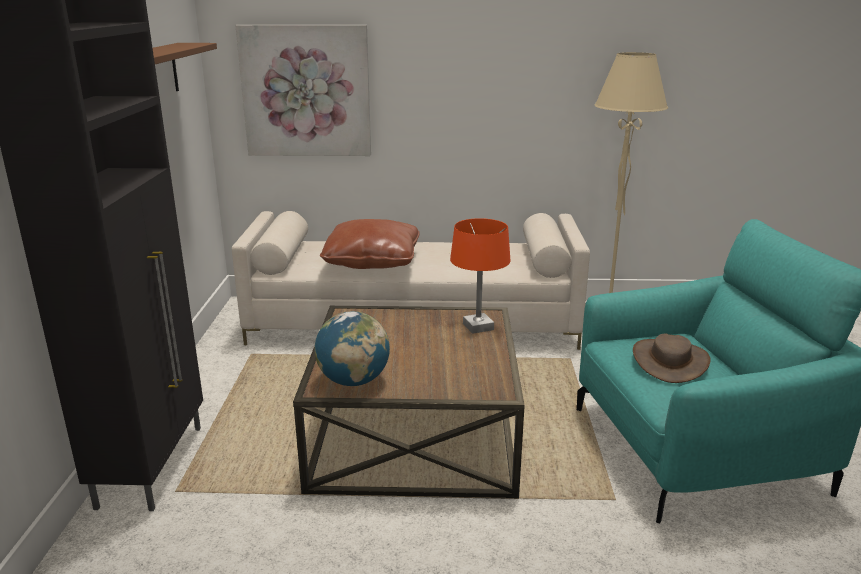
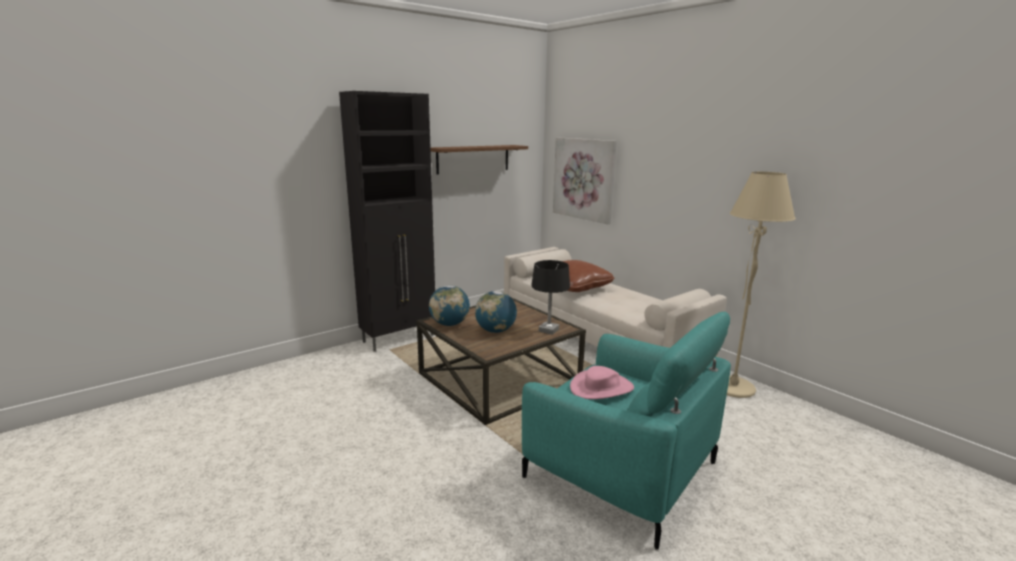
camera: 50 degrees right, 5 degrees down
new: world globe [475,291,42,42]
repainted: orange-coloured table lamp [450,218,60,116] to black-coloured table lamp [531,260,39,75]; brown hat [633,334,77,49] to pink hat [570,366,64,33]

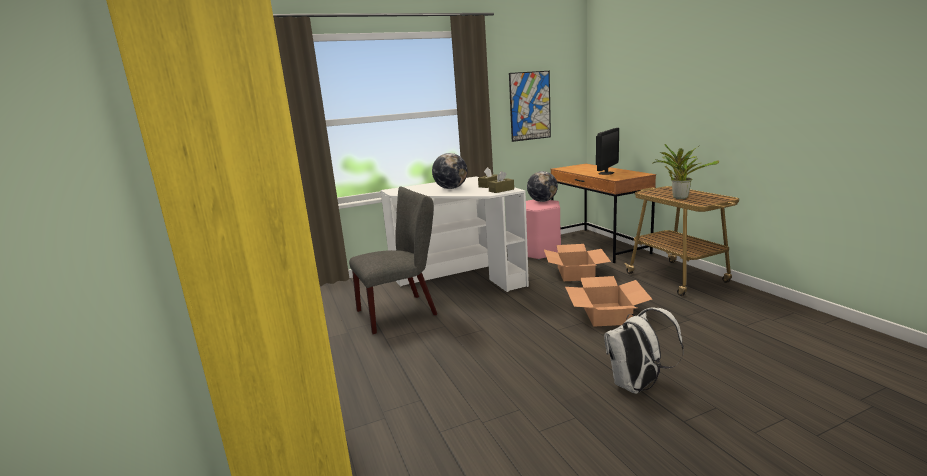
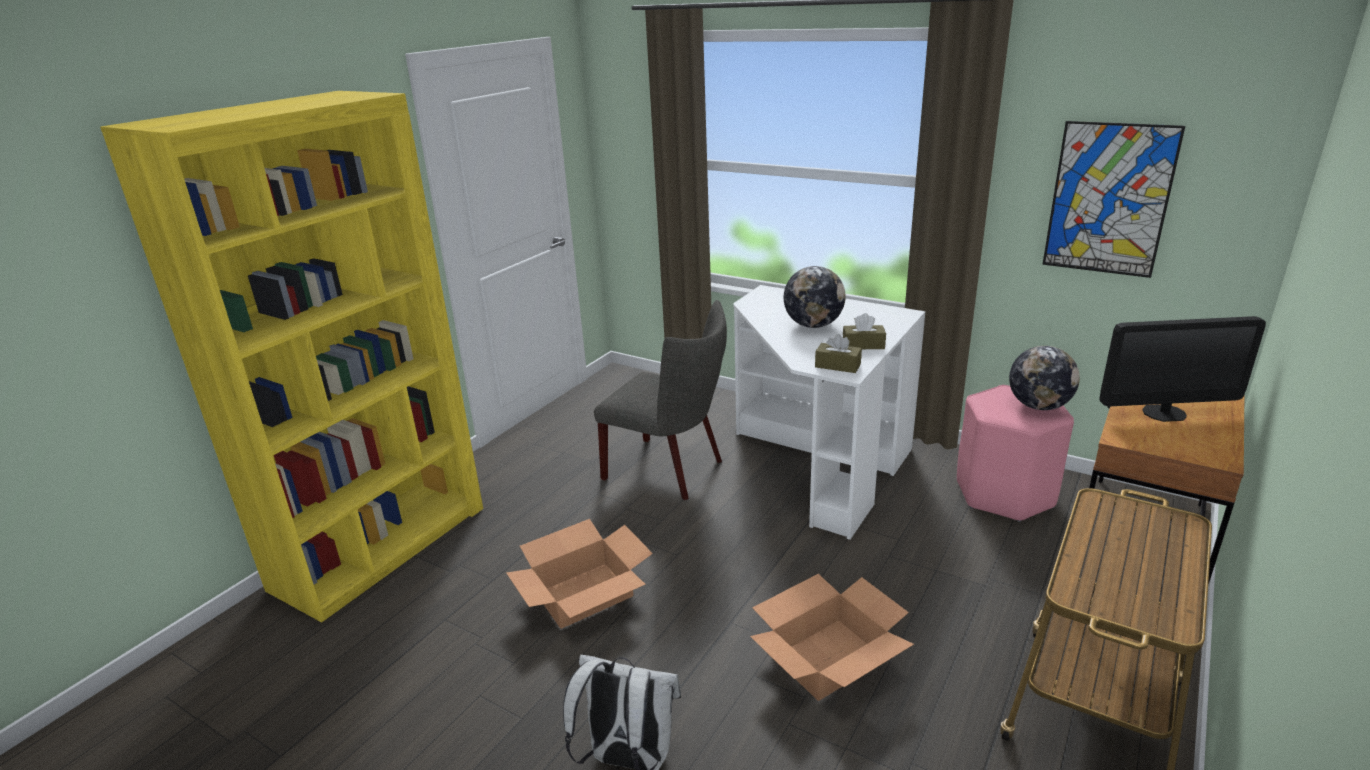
camera: 55 degrees right, 10 degrees up
gone: potted plant [652,144,67,55]
shifted: packing box [544,244,67,37] to [506,519,147,110]

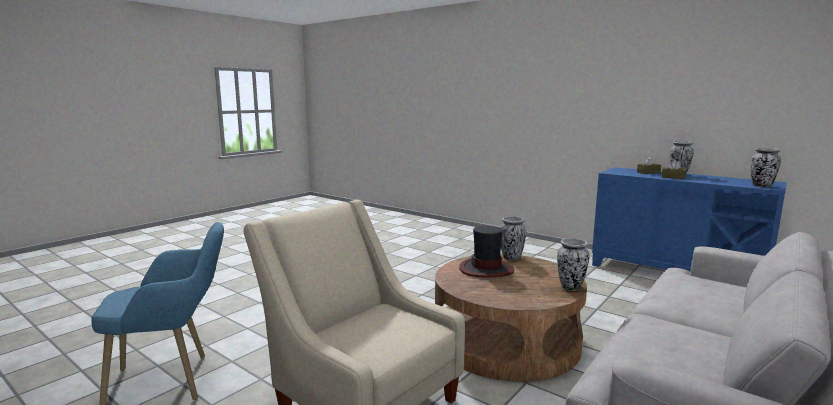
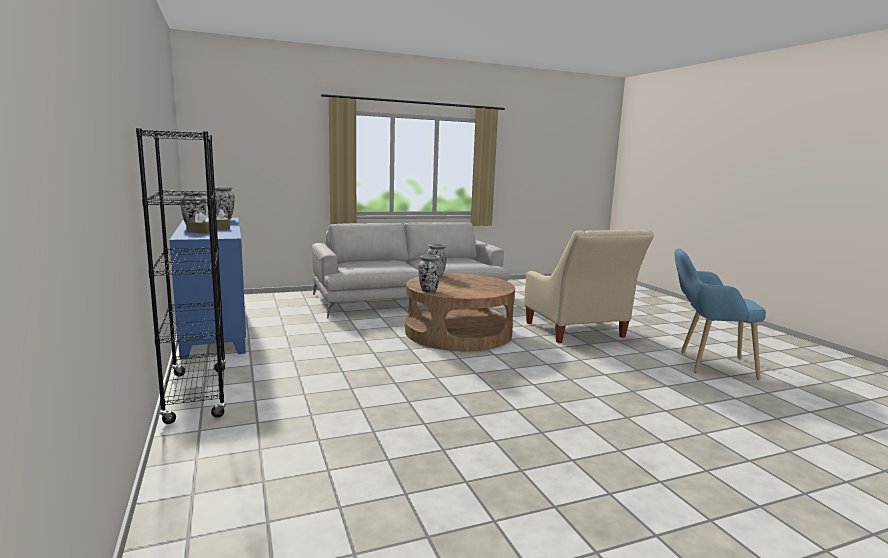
camera: 150 degrees left, 0 degrees up
gone: hat [459,226,56,51]
new: black-coloured bookshelf [136,128,91,296]

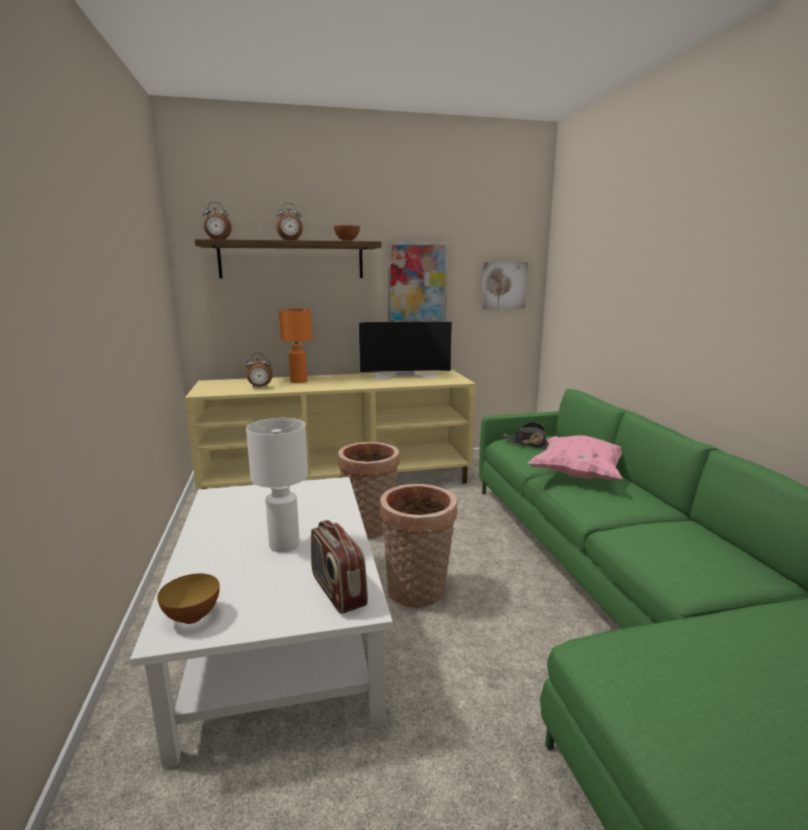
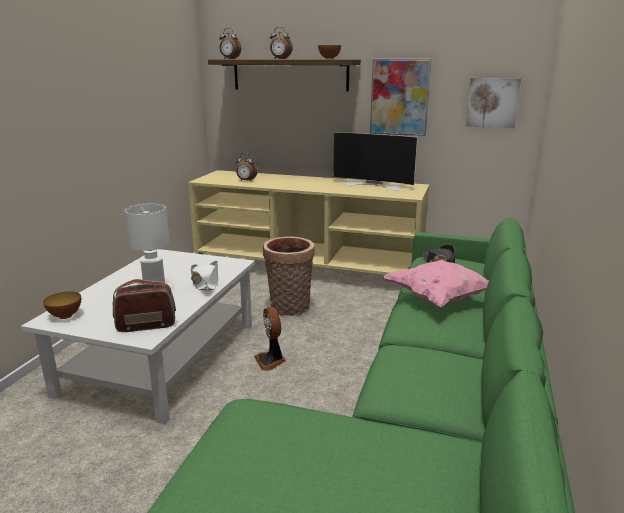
camera: 30 degrees right, 5 degrees up
gone: orange-coloured table lamp [279,309,33,74]
new: white-coloured hat [191,261,27,30]
swapped: storage basket [380,484,77,124] to cooling fan [254,307,32,64]
rotated: radio receiver [311,520,57,94] = [113,279,63,53] 75 degrees clockwise

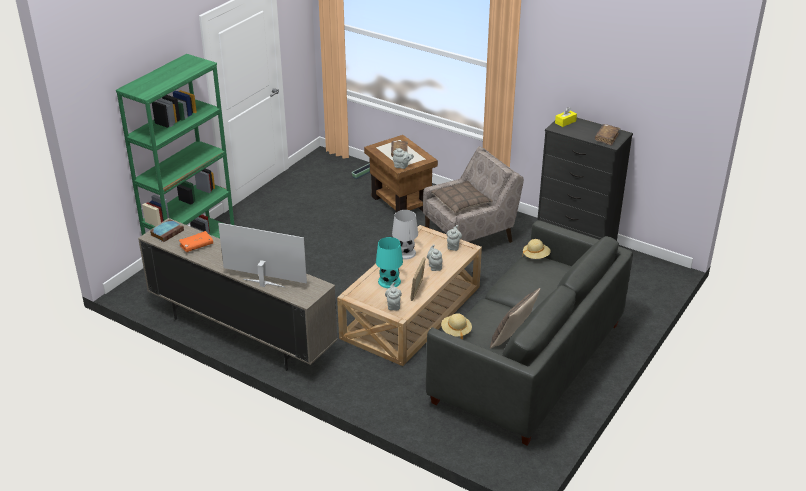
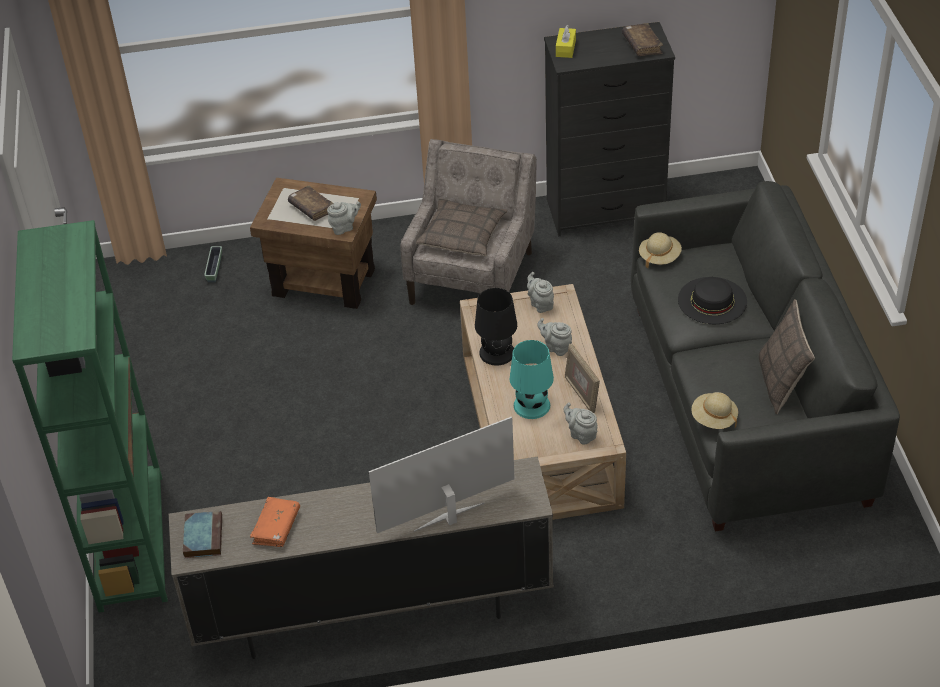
camera: 40 degrees left, 10 degrees up
new: black-coloured hat [678,277,69,47]
repainted: white-coloured table lamp [392,210,26,49] to black-coloured table lamp [475,288,42,78]

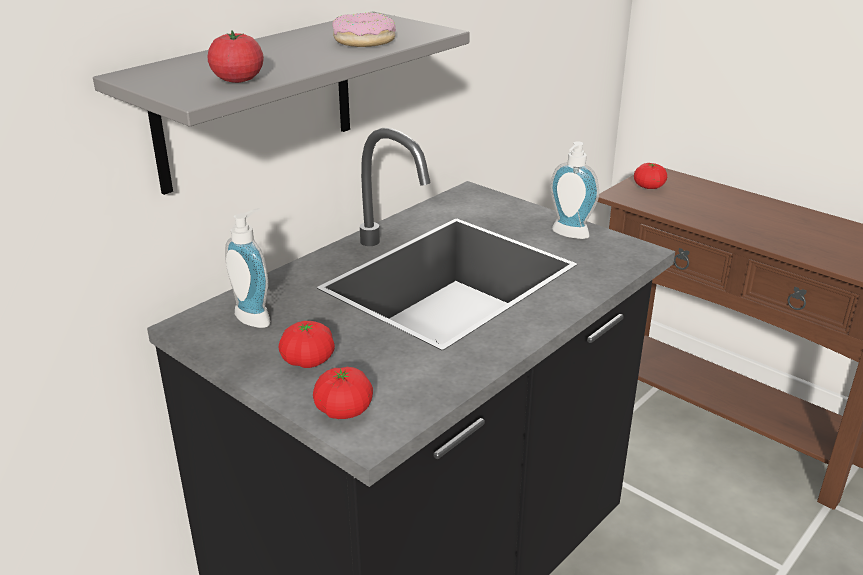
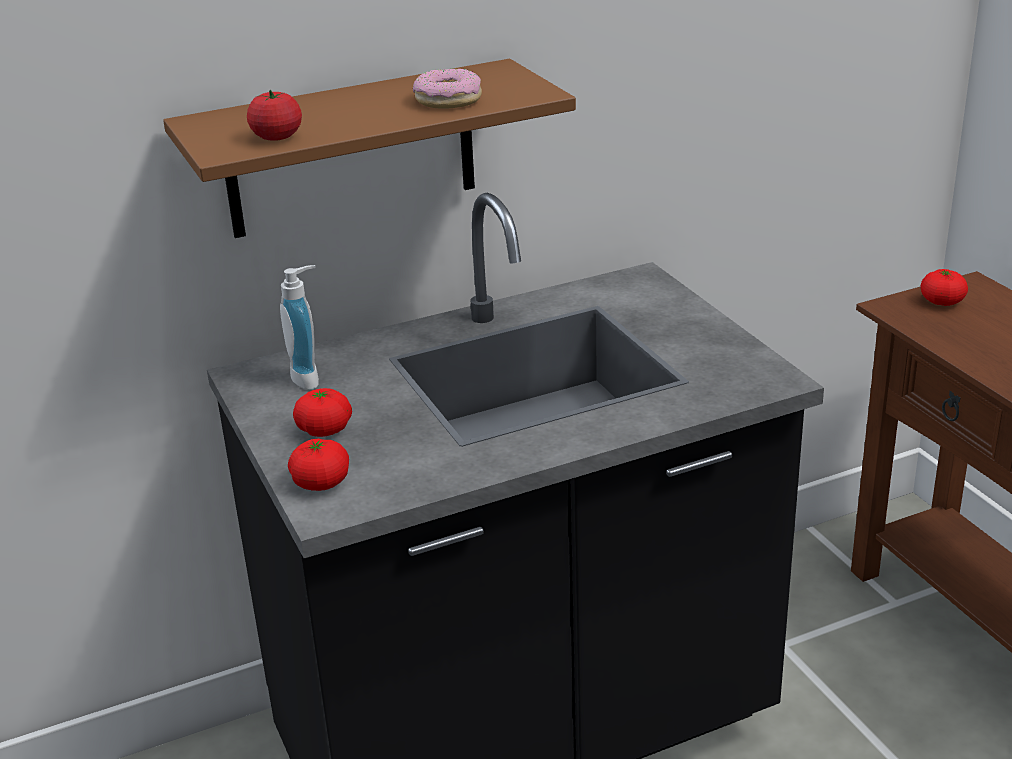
camera: 25 degrees right, 0 degrees up
gone: soap bottle [550,141,49,98]
repainted: grey shelf [93,11,377,184] to brown shelf [163,59,413,179]

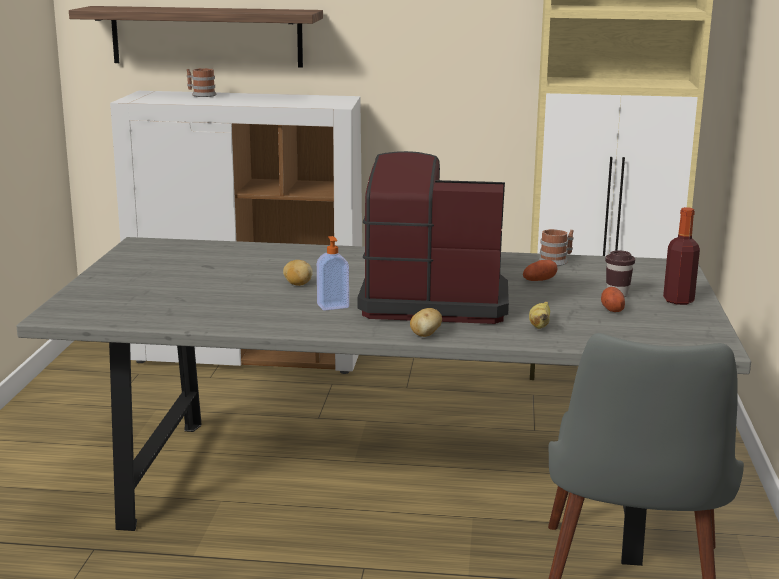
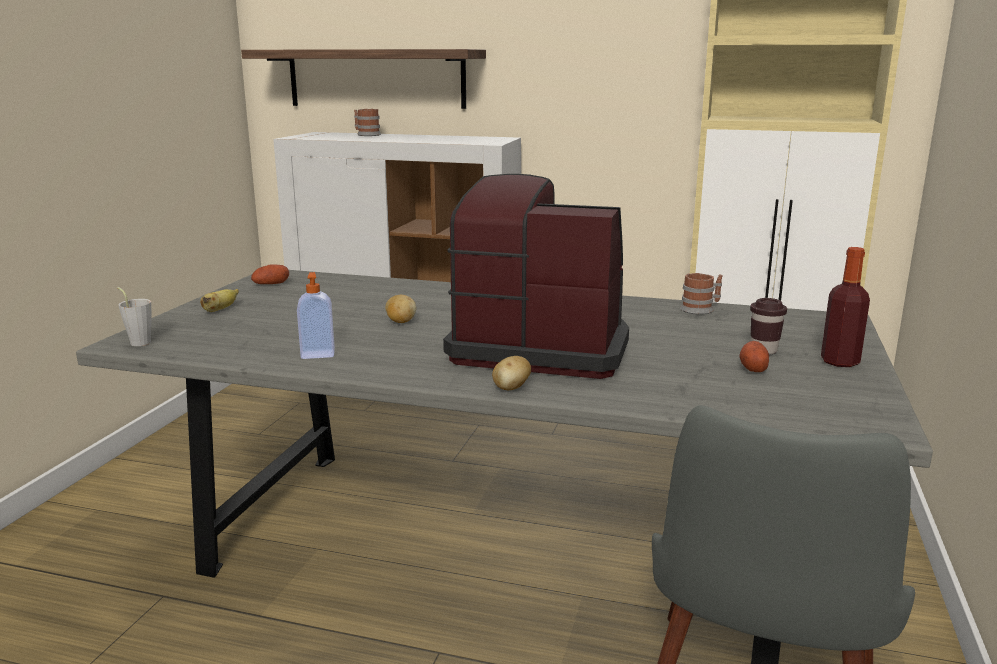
camera: 10 degrees right, 0 degrees up
new: grey small cup [117,287,34,59]
shifted: soap bottle [317,236,32,75] to [297,272,38,87]; spud [523,260,34,21] to [251,264,38,20]; banana fruit [529,302,21,27] to [200,289,39,23]

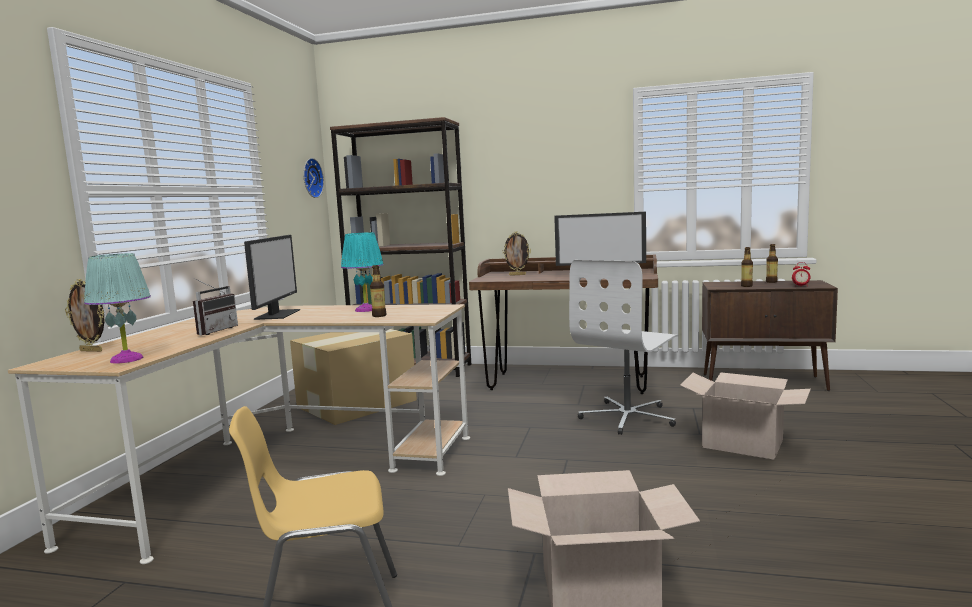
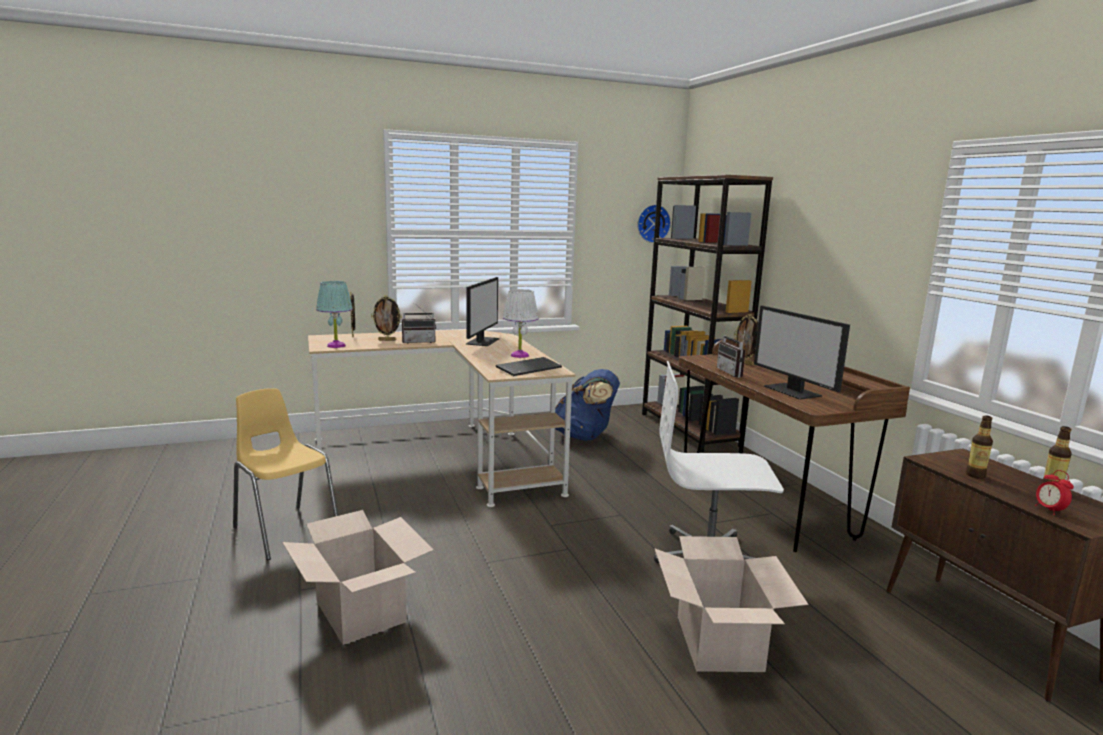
camera: 55 degrees right, 5 degrees up
gone: drink bottle [370,265,17,52]
new: standing frame [371,295,31,46]; keyboard [496,357,66,19]; radio receiver [717,331,29,47]
swapped: packing box [290,329,127,96] to blue backpack [555,369,65,72]
repainted: turquoise table lamp [341,232,43,80] to white-coloured table lamp [503,289,35,69]
rotated: computer display [244,235,56,85] = [466,277,34,69] 45 degrees counterclockwise

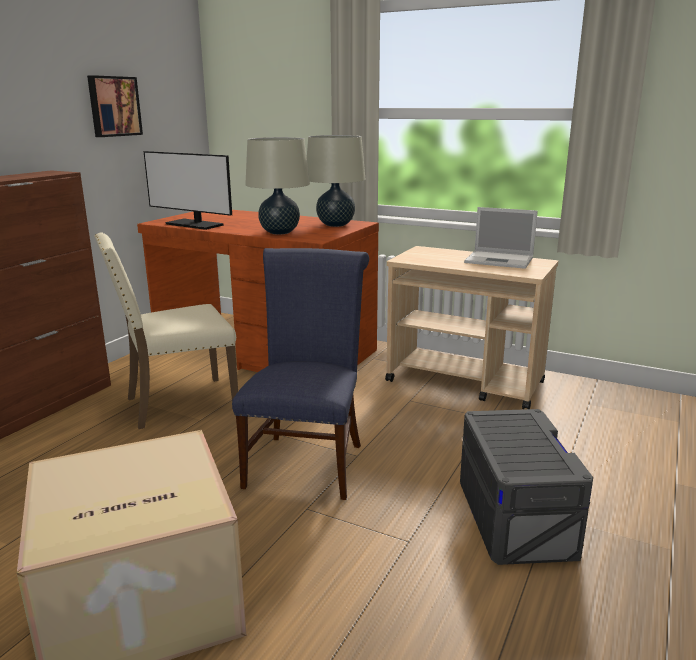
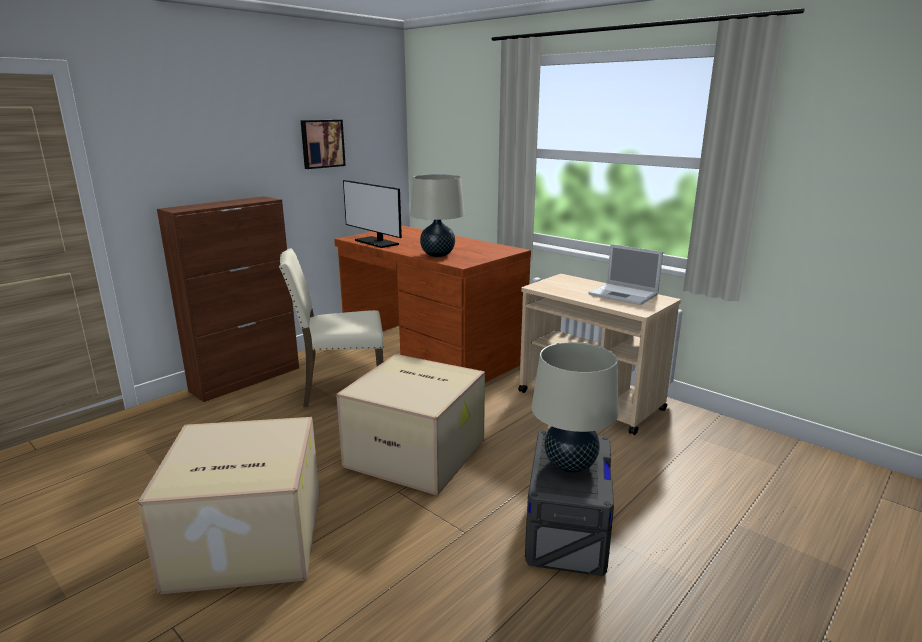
camera: 15 degrees right, 0 degrees up
shifted: beige-coloured table lamp [307,135,59,92] to [531,342,87,131]
swapped: blue upright chair [232,248,137,252] to packing box [336,354,149,142]

